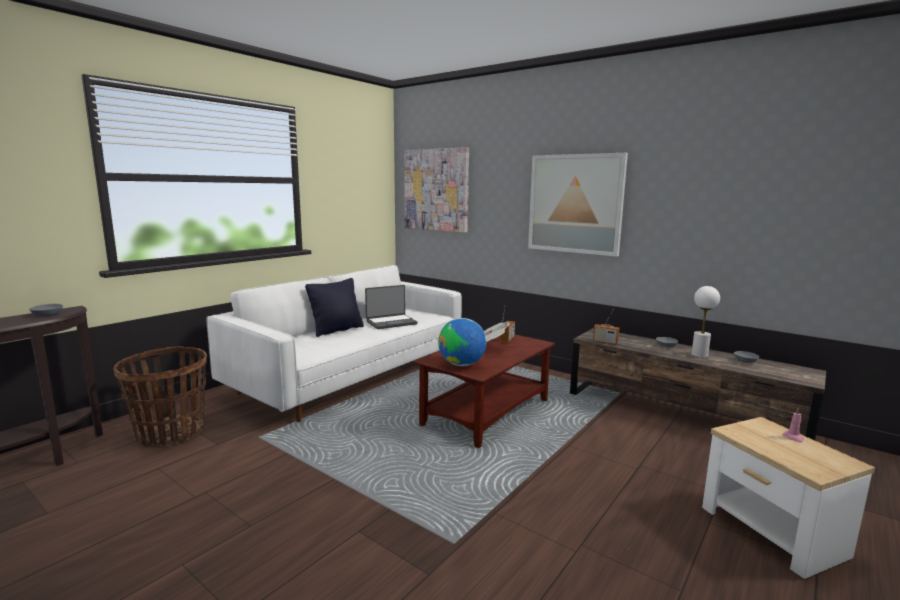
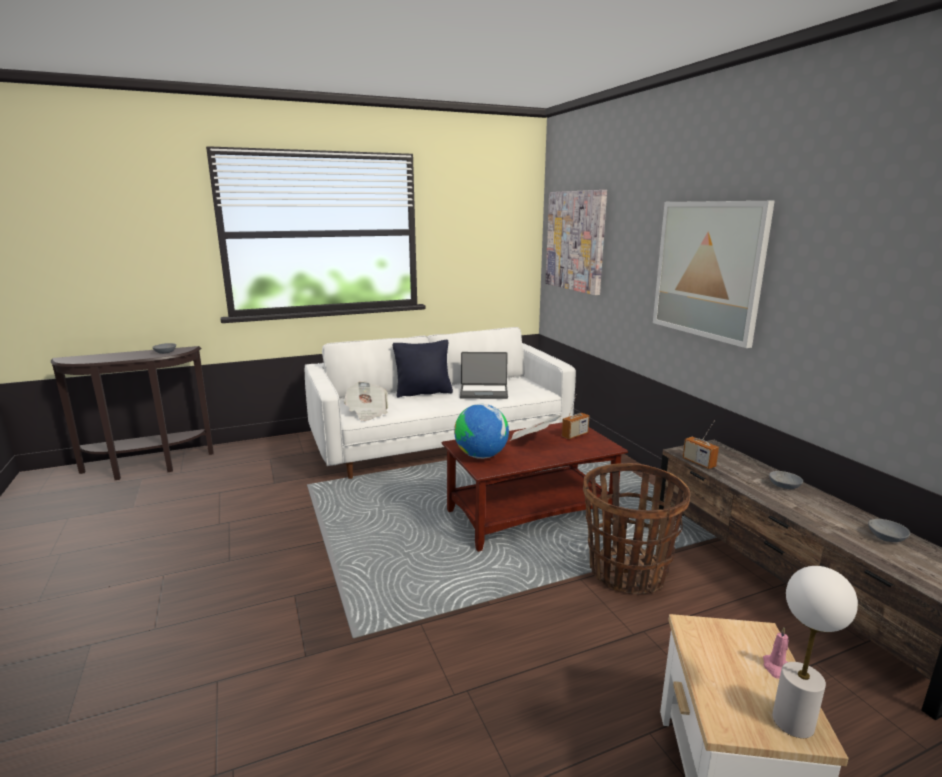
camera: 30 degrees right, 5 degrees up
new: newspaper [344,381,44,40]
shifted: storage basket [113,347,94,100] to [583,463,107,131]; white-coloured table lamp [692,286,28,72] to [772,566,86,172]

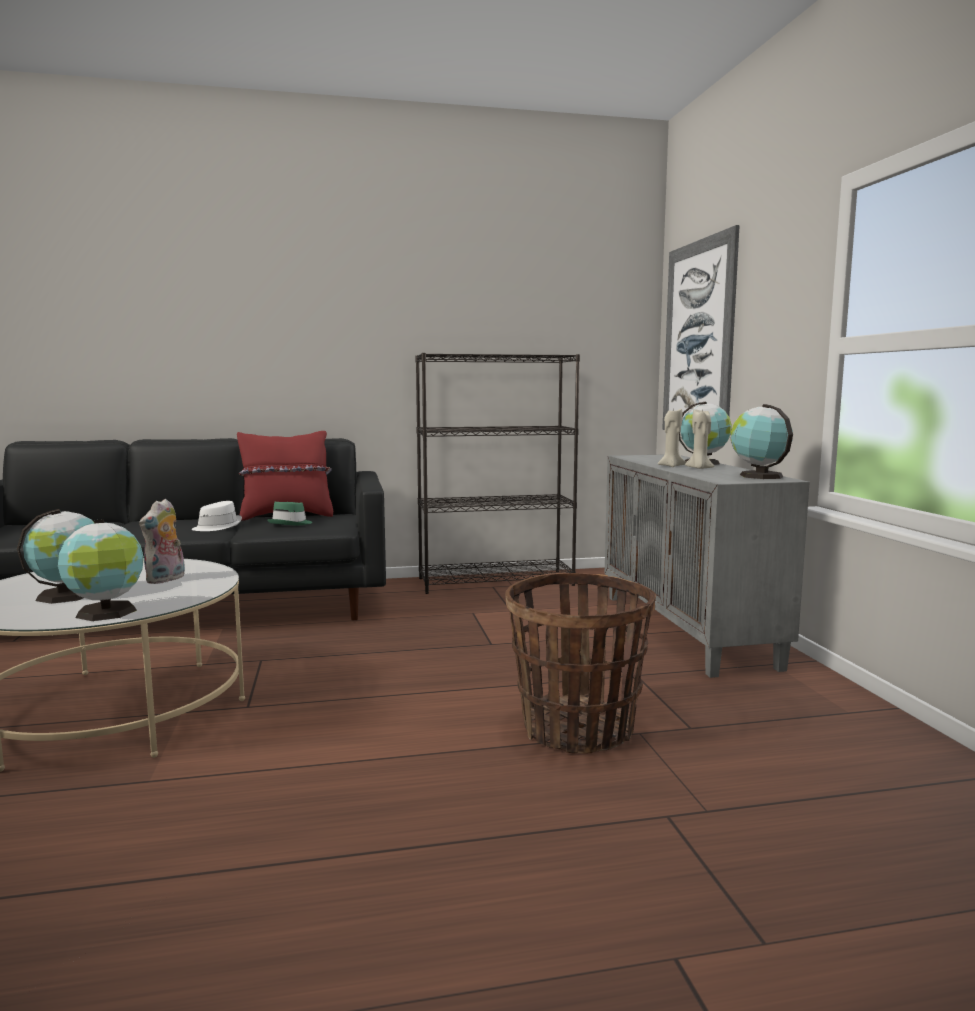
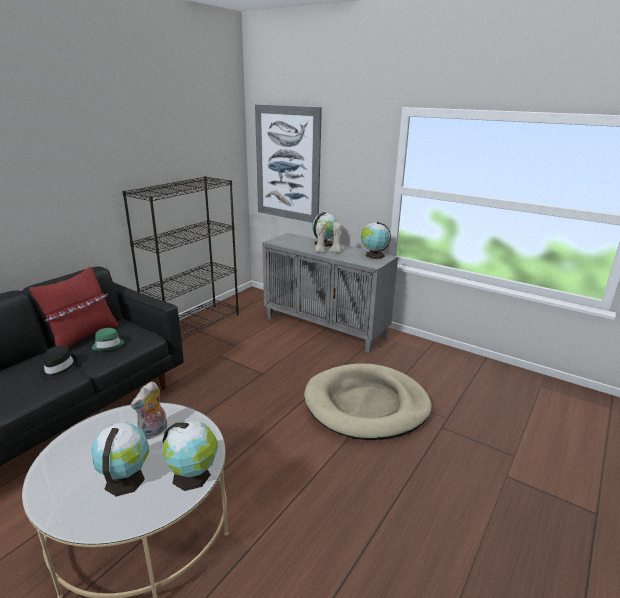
camera: 45 degrees left, 15 degrees up
swapped: storage basket [505,573,151,181] to beige-coloured dog cushion [304,363,128,77]
repainted: white-coloured hat [192,501,50,30] to black-coloured hat [40,346,38,34]
rotated: cuddly toy [139,499,46,85] = [131,382,36,57] 60 degrees clockwise

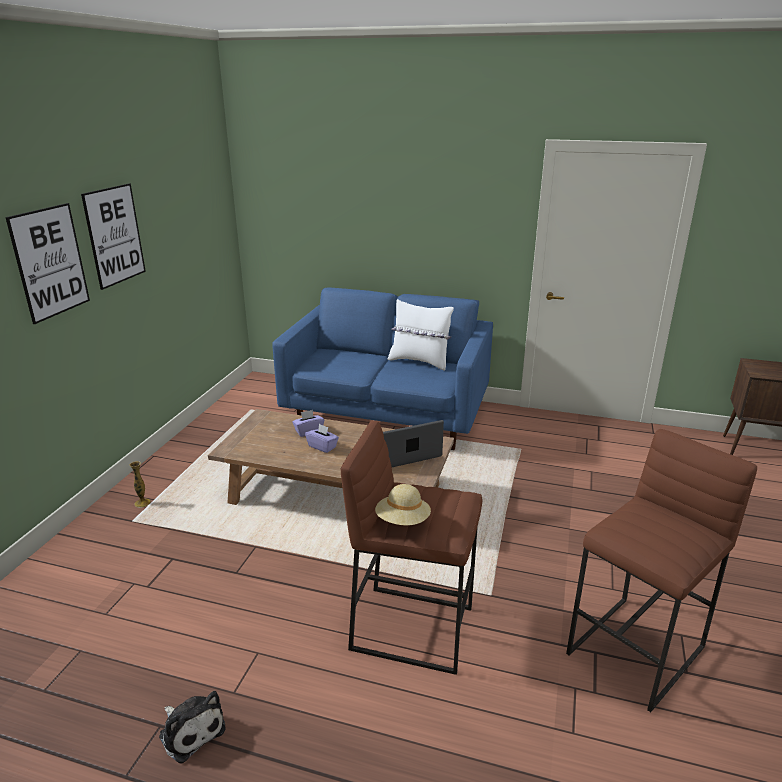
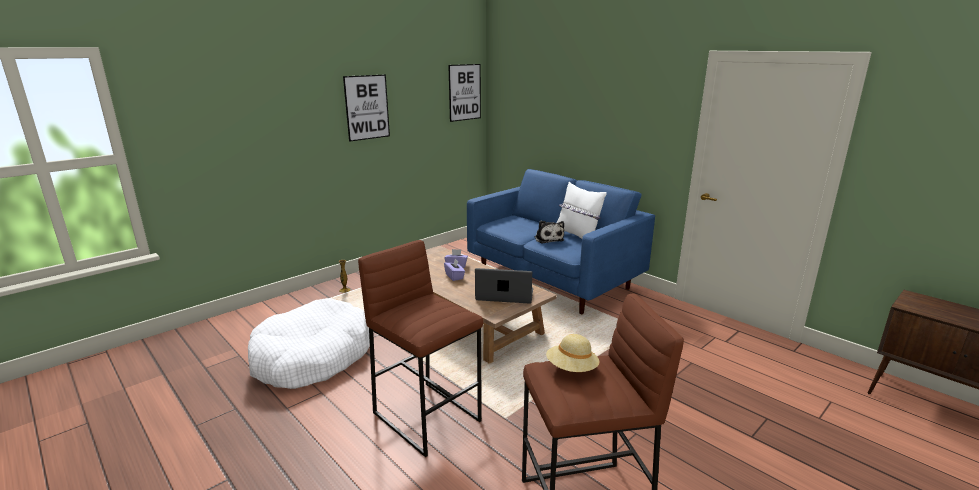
camera: 30 degrees right, 5 degrees down
new: white-coloured dog cushion [248,298,122,91]
shifted: picture [5,203,85,121] to [448,64,33,58]; cuddly toy [159,691,67,73] to [534,221,30,23]; beige-coloured hat [375,484,56,41] to [546,334,54,38]

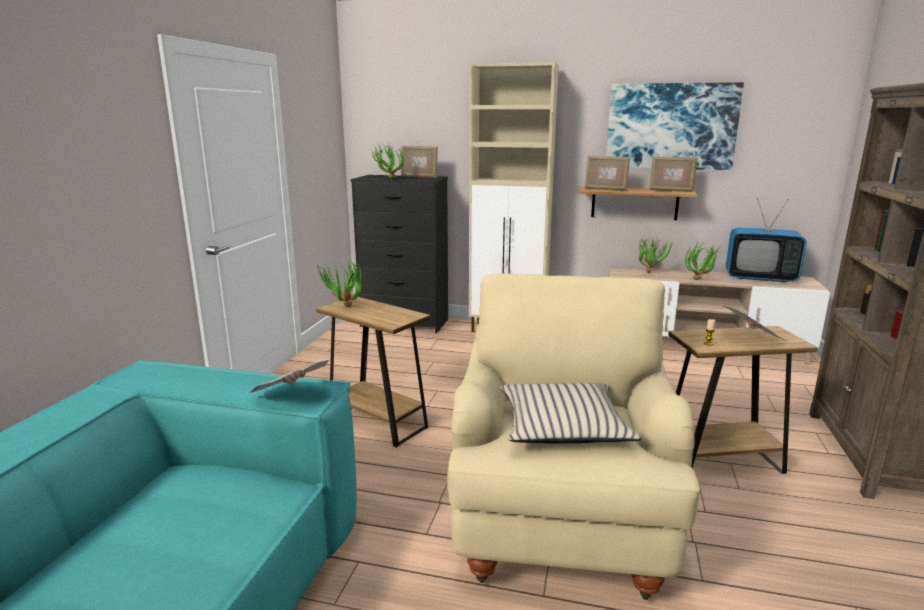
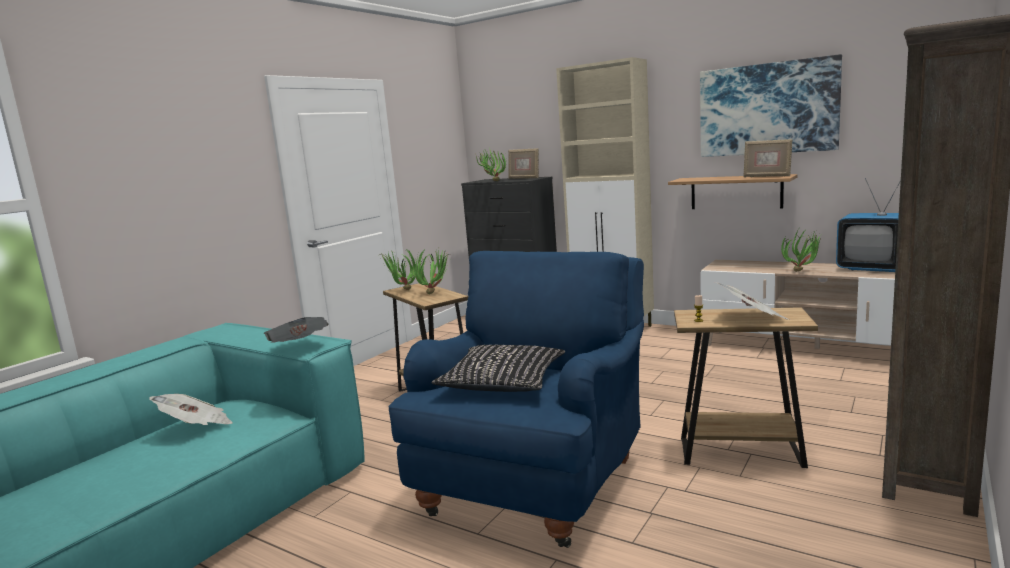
camera: 20 degrees right, 5 degrees down
gone: standing frame [585,155,45,36]
new: newspaper [149,394,83,31]
shifted: potted plant [639,235,33,38] to [414,249,35,46]
repainted: beige-coloured lounge chair [447,274,253,326] to blue lounge chair [389,251,255,297]; beige-coloured pillow [500,383,142,61] to black-coloured pillow [431,345,134,47]

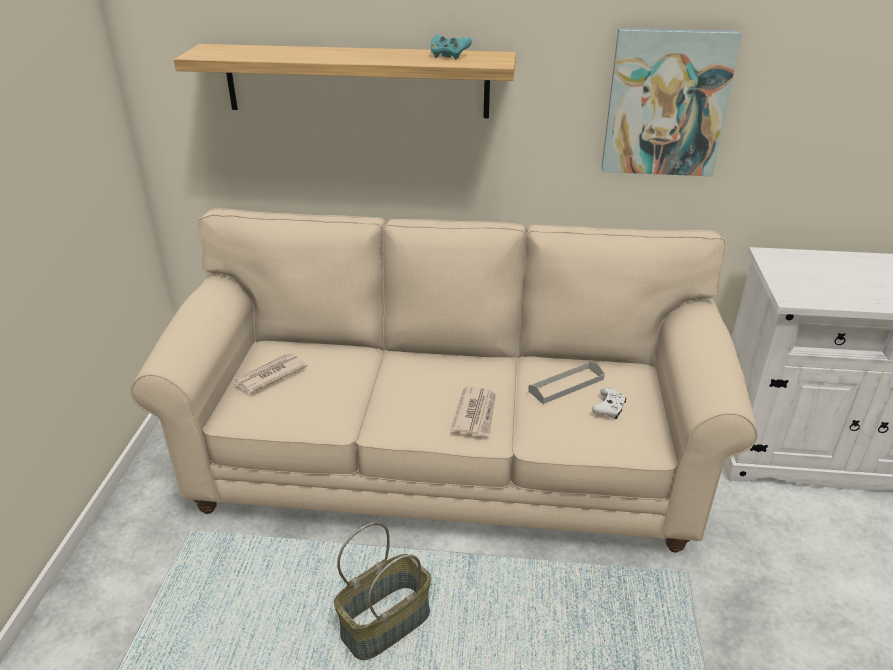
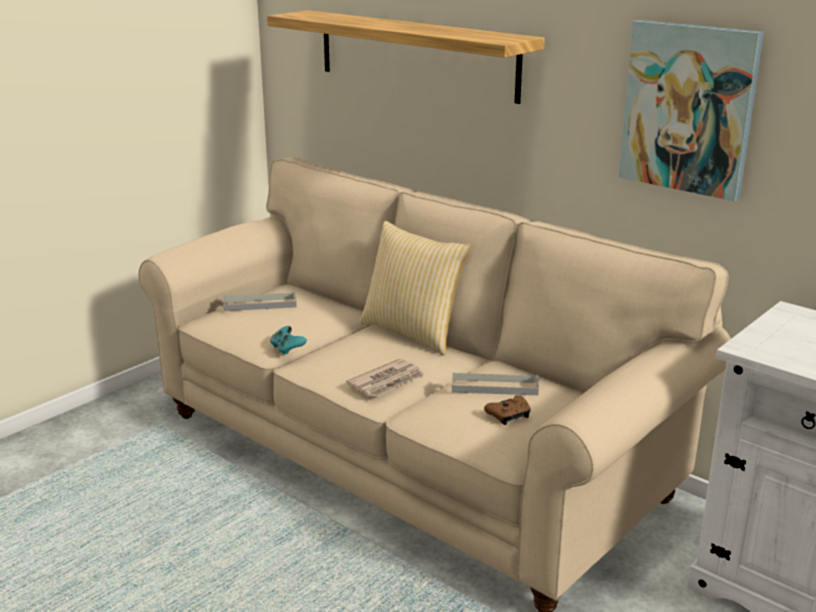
camera: 35 degrees right, 10 degrees down
gone: storage basket [334,522,97,138]
new: pillow [360,221,111,135]
shifted: turquoise joypad [431,34,41,26] to [270,326,37,29]
swapped: newspaper [234,353,74,41] to grey serving tray [223,291,74,20]
repainted: white-coloured joypad [592,388,34,31] to brown joypad [484,395,47,30]

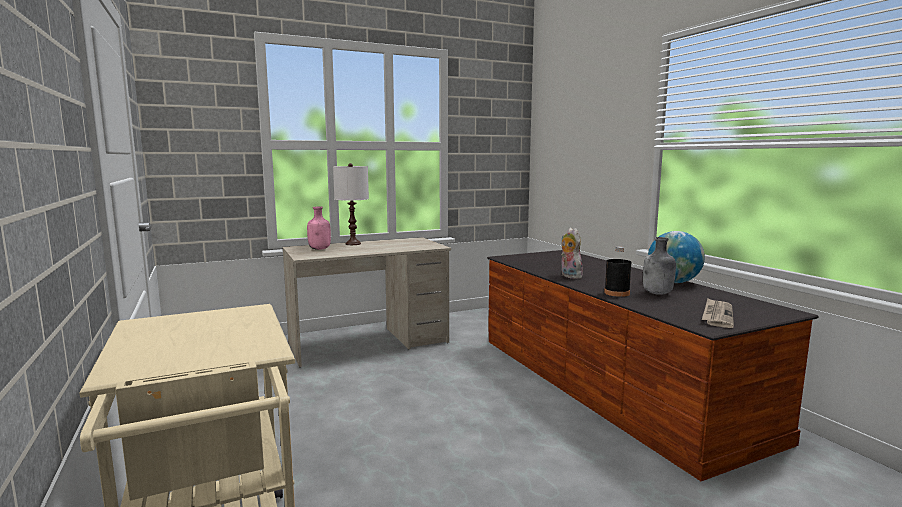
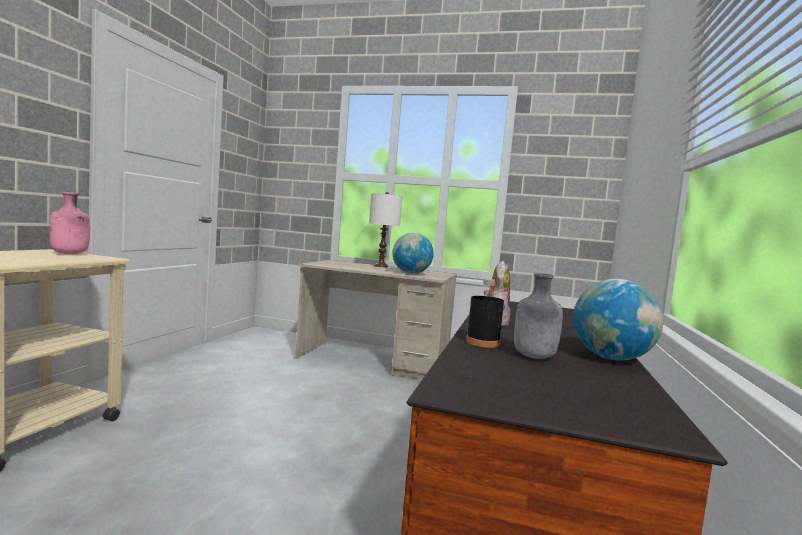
camera: 40 degrees right, 5 degrees down
gone: newspaper [702,298,32,30]
new: world globe [392,233,42,41]
shifted: pink drink bottle [307,206,24,44] to [49,192,41,62]

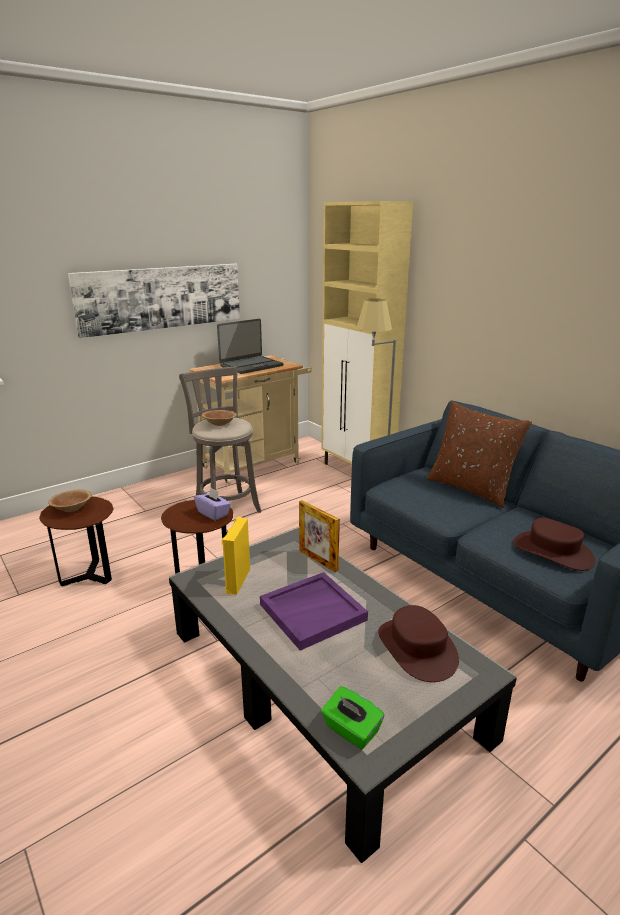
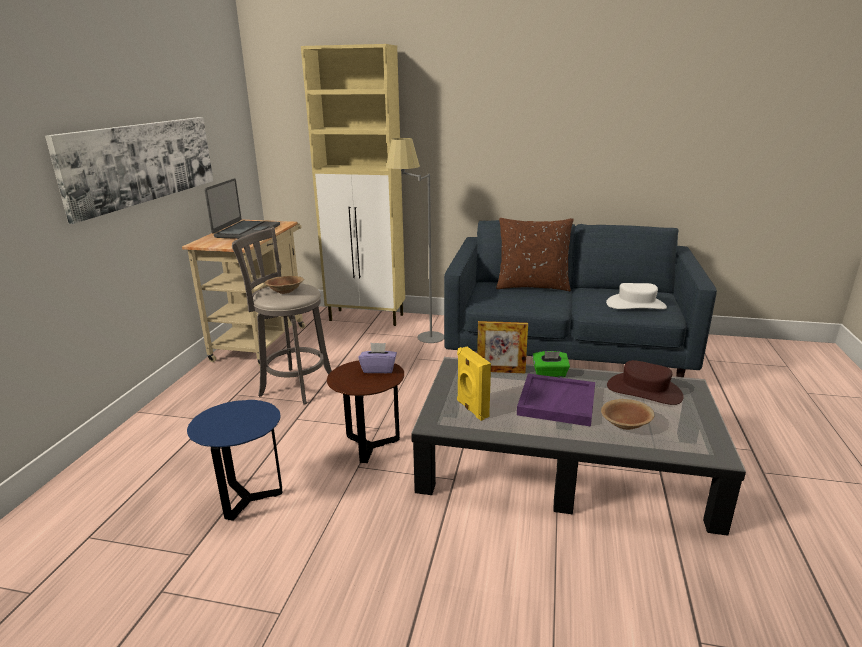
camera: 40 degrees left, 0 degrees up
shifted: brown bowl [48,490,44,22] to [601,399,54,31]; green-coloured tissue box [321,686,63,63] to [532,351,38,26]
repainted: brown accent table [39,496,74,90] to blue accent table [187,400,95,121]; brown hat [513,518,82,53] to white-coloured hat [606,283,61,26]

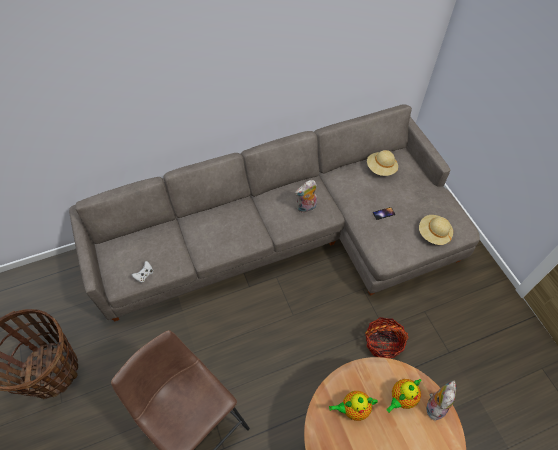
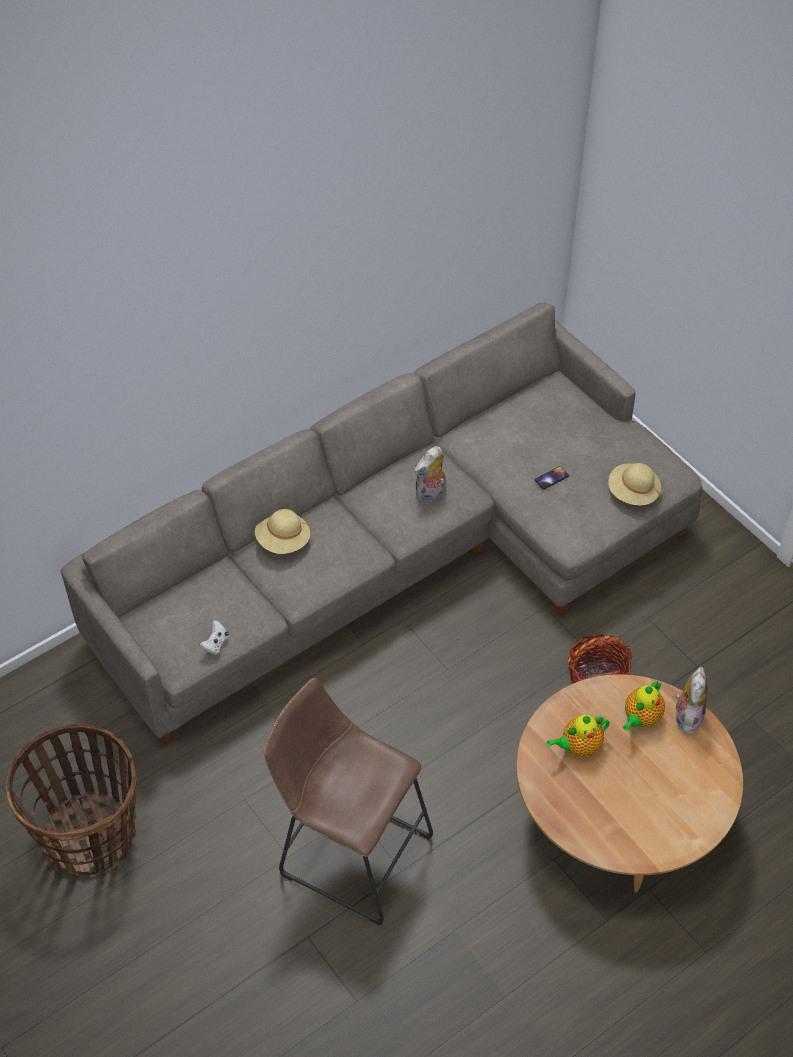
camera: 15 degrees left, 5 degrees down
shifted: beige-coloured hat [367,150,31,26] to [255,509,55,45]

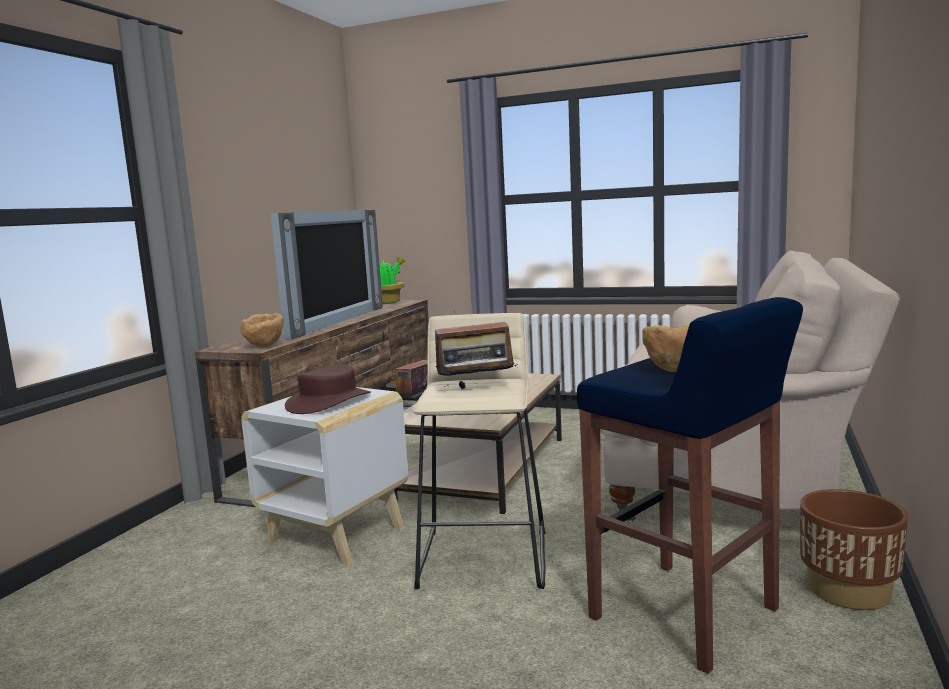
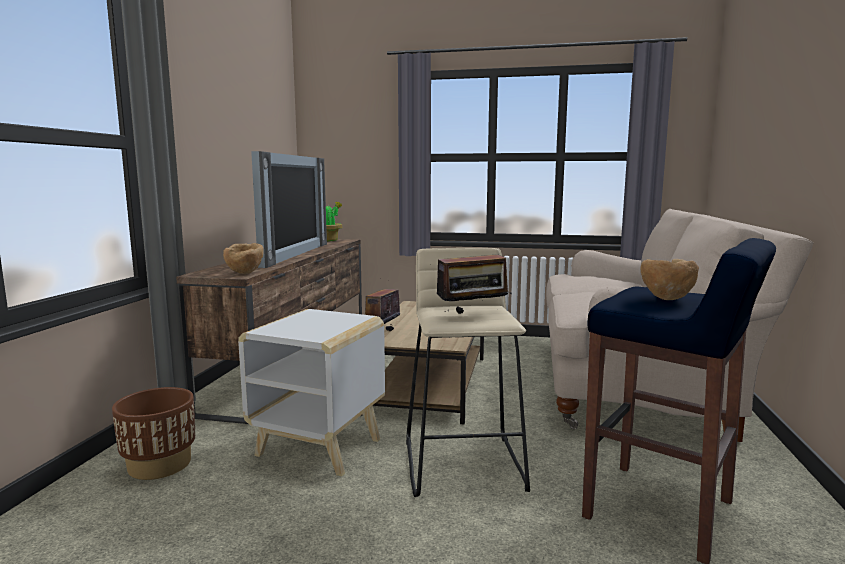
camera: 10 degrees left, 0 degrees up
gone: brown hat [285,364,86,50]
shifted: brown planter [800,489,108,121] to [112,387,83,93]

